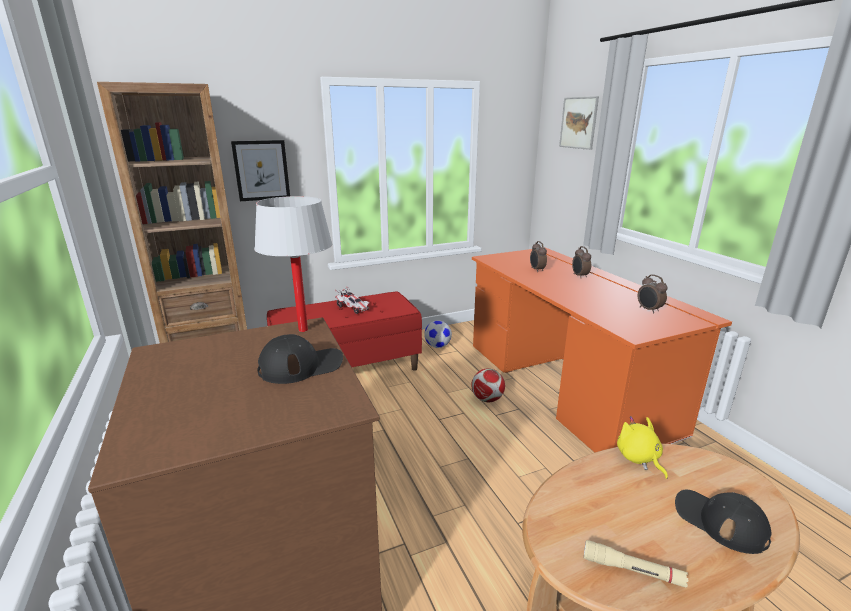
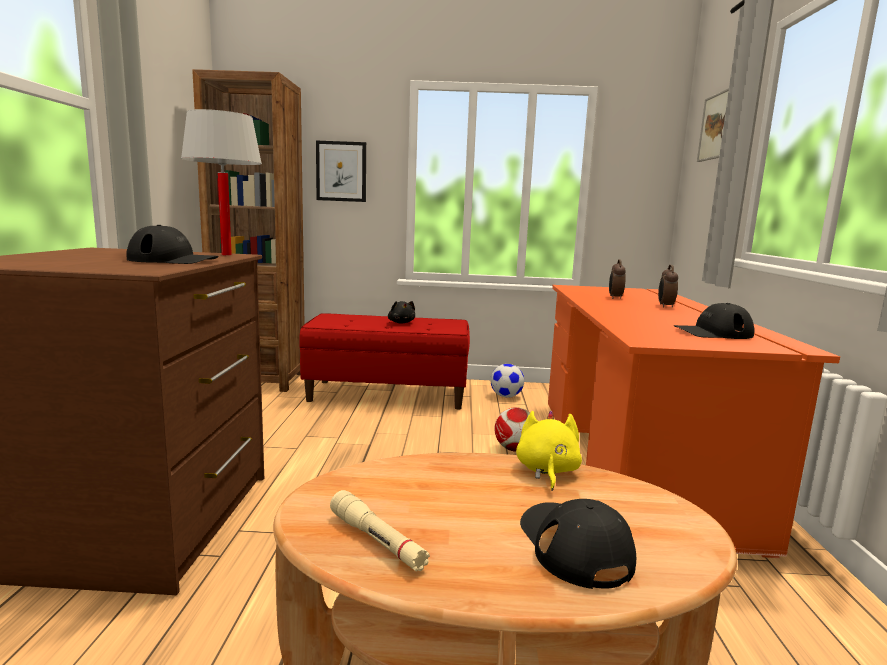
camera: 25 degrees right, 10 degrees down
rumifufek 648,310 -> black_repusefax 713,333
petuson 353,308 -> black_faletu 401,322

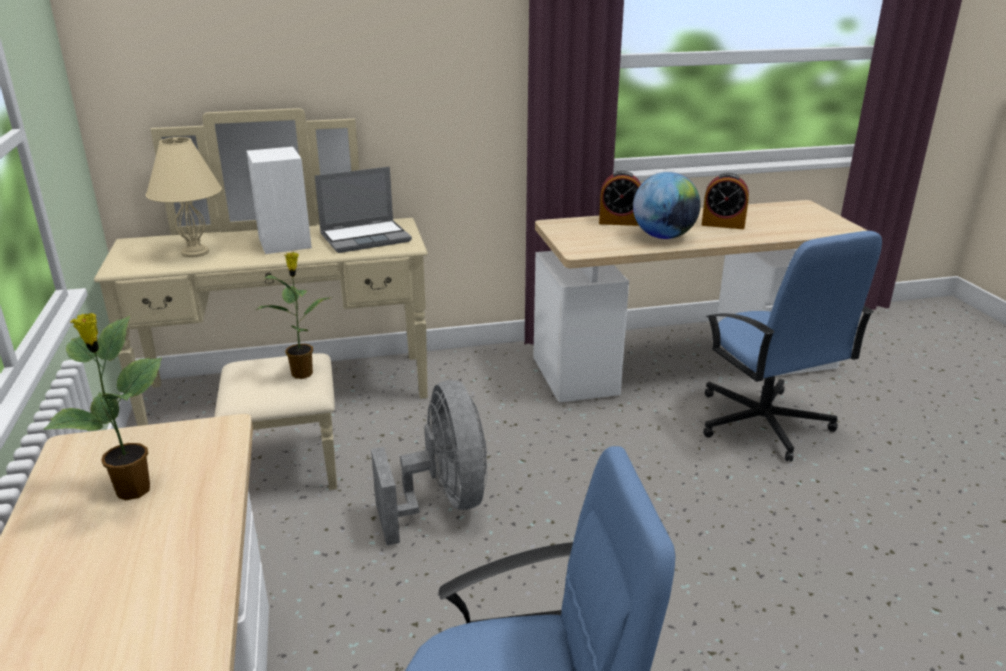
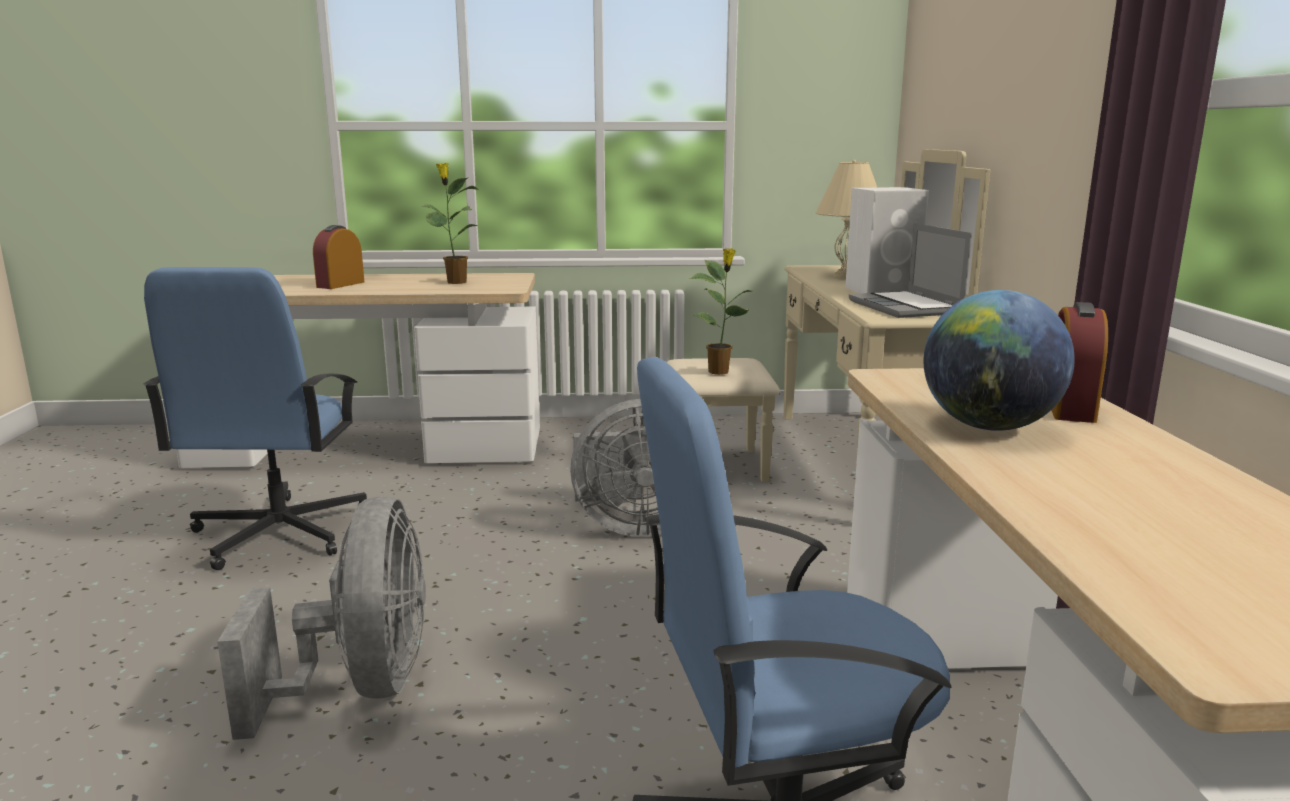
camera: 100 degrees right, 10 degrees down
rumifufek 723,224 -> rumifufek 340,284, relocated
none -> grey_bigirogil 362,686

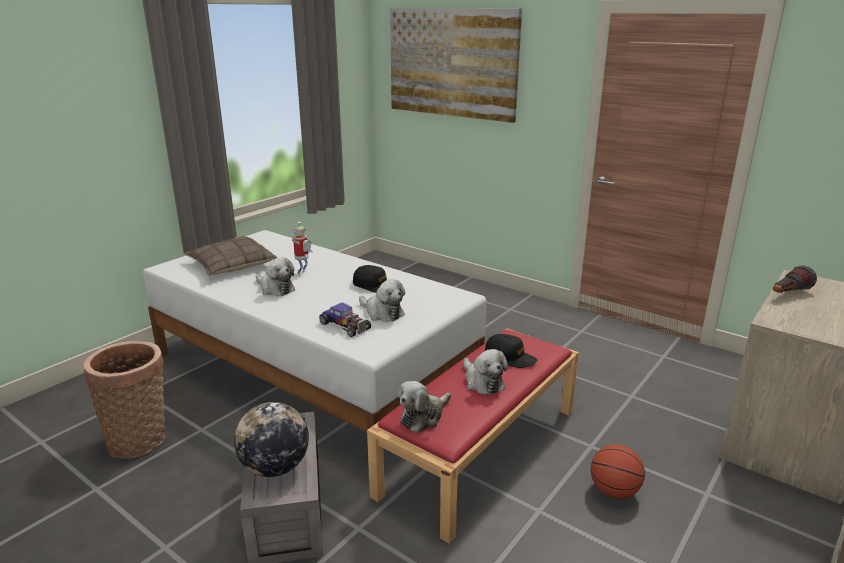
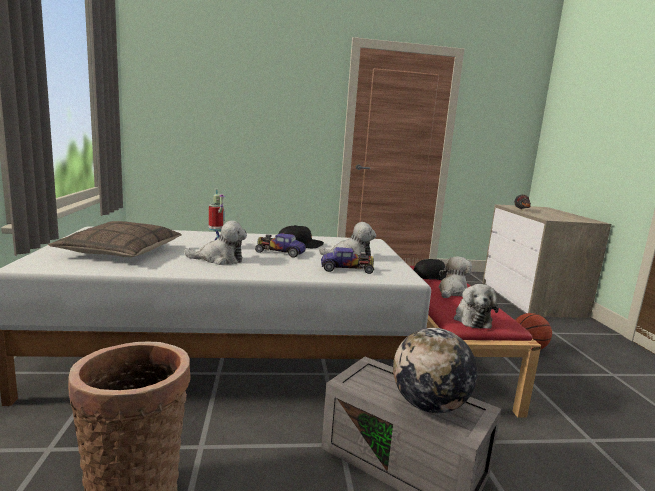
camera: 45 degrees left, 10 degrees down
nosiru 452,63 -> none
faletu 482,382 -> faletu 452,292, 75 degrees counterclockwise
none -> petuson 280,252

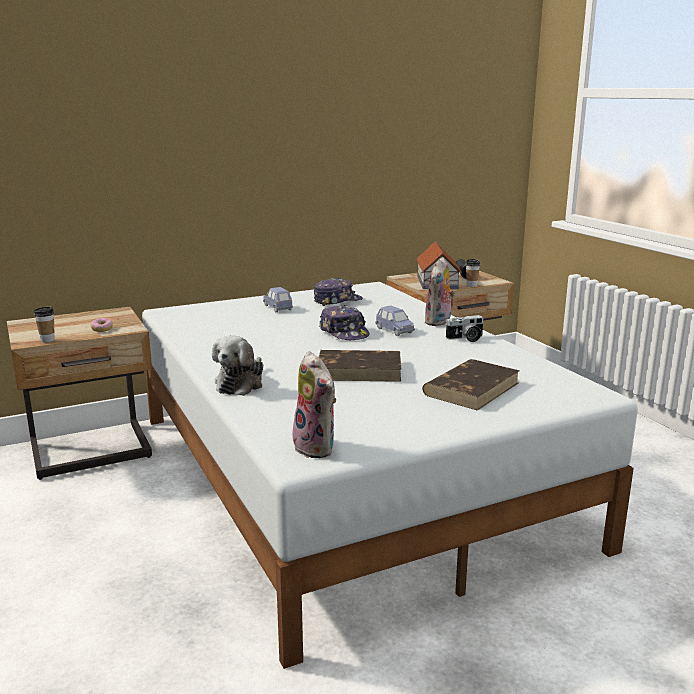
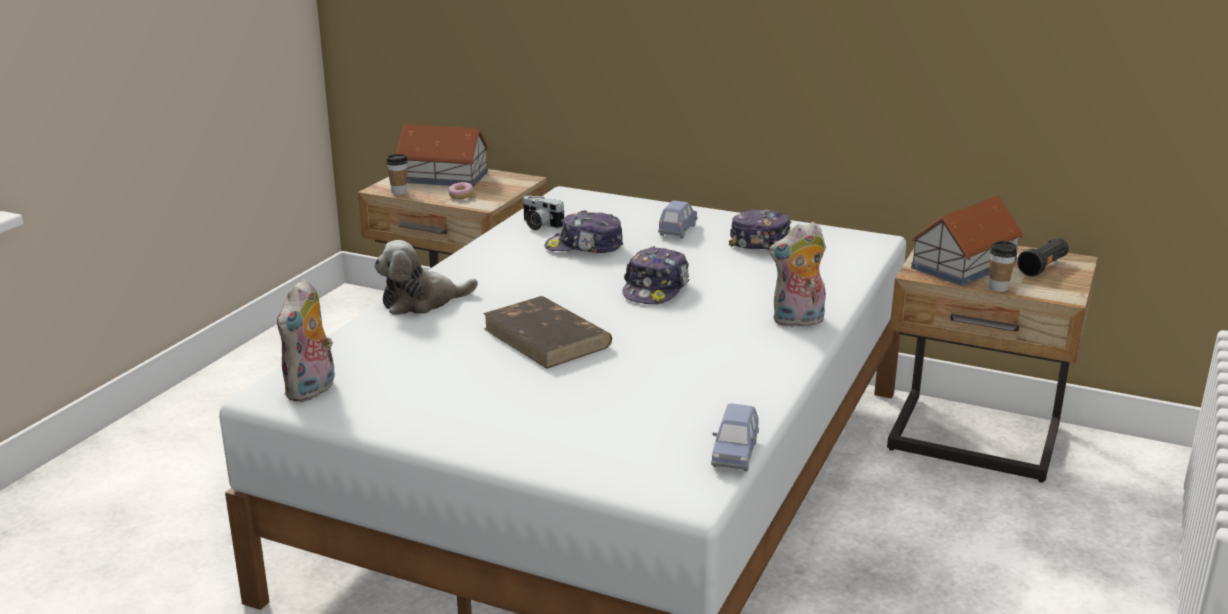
camera: 50 degrees right, 5 degrees up
blue_petuson 394,330 -> blue_petuson 735,454, relocated
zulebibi 466,339 -> zulebibi 539,225, relocated
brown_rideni 472,388 -> none
none -> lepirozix 444,177
none -> repusefax 584,247

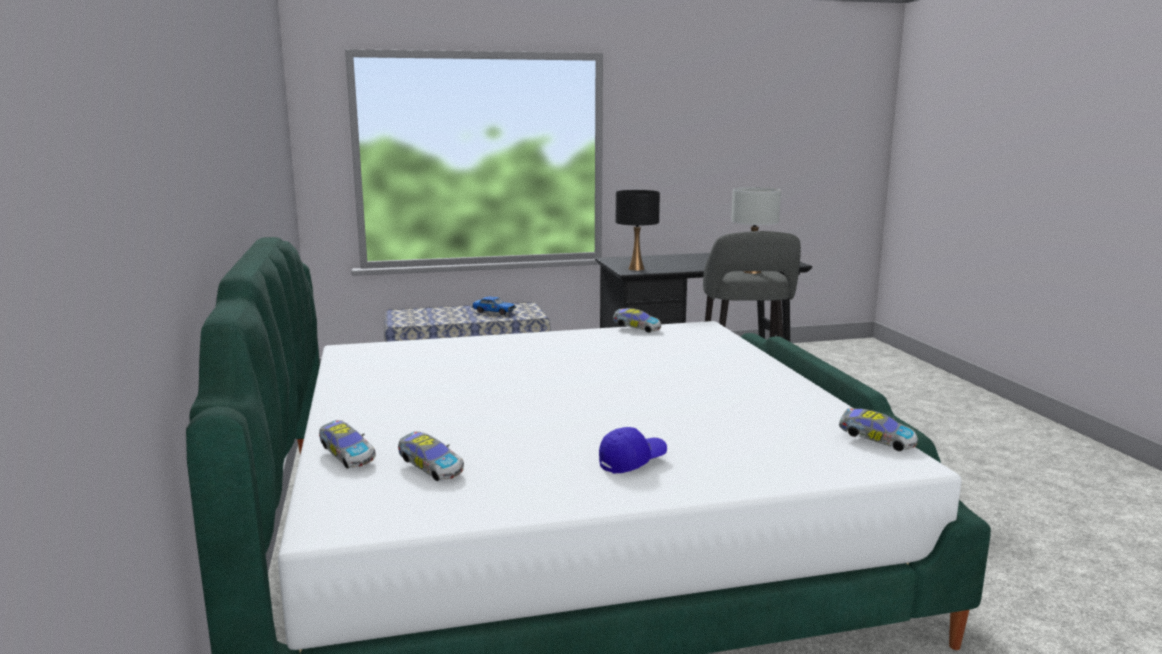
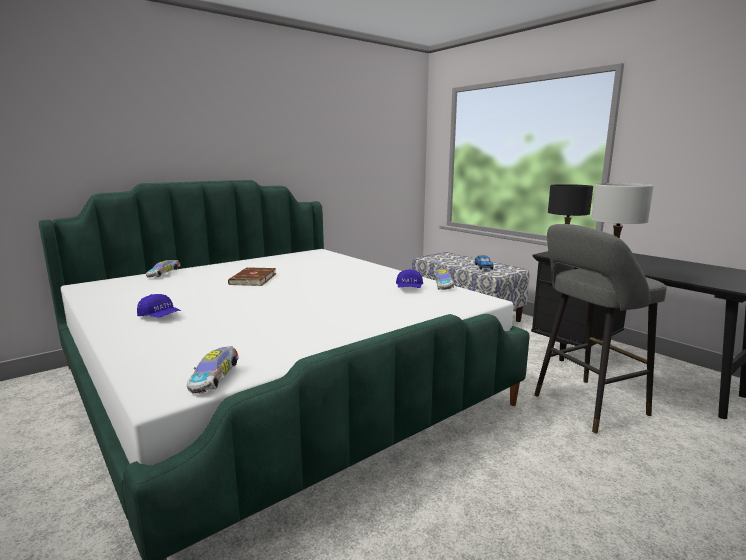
camera: 65 degrees right, 0 degrees up
petuson 429,468 -> none
none -> brown_rideni 252,279
none -> blue_repusefax 409,289

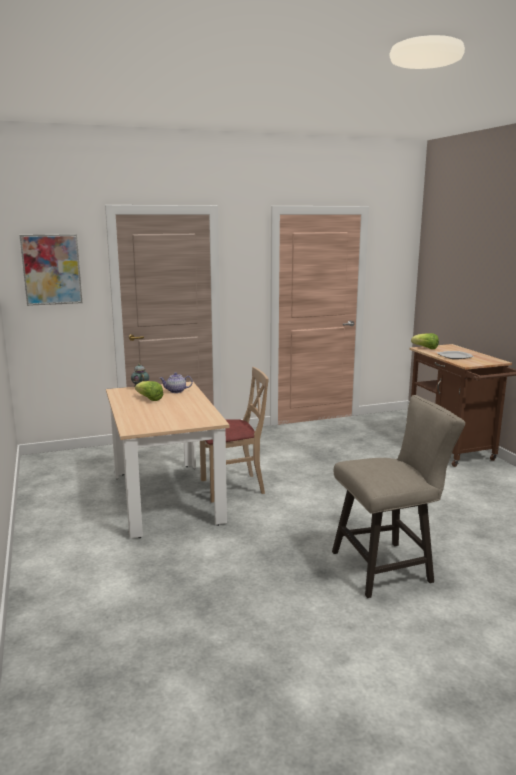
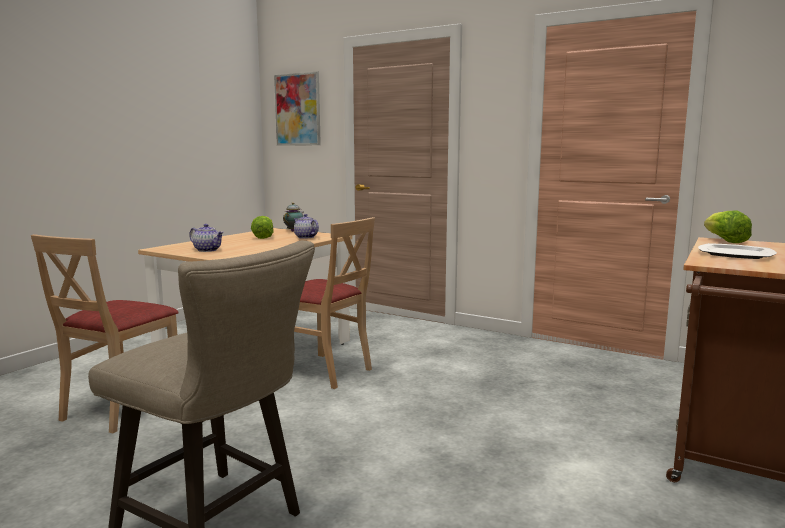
camera: 50 degrees right, 5 degrees down
none -> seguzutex 208,250
none -> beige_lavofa 120,408

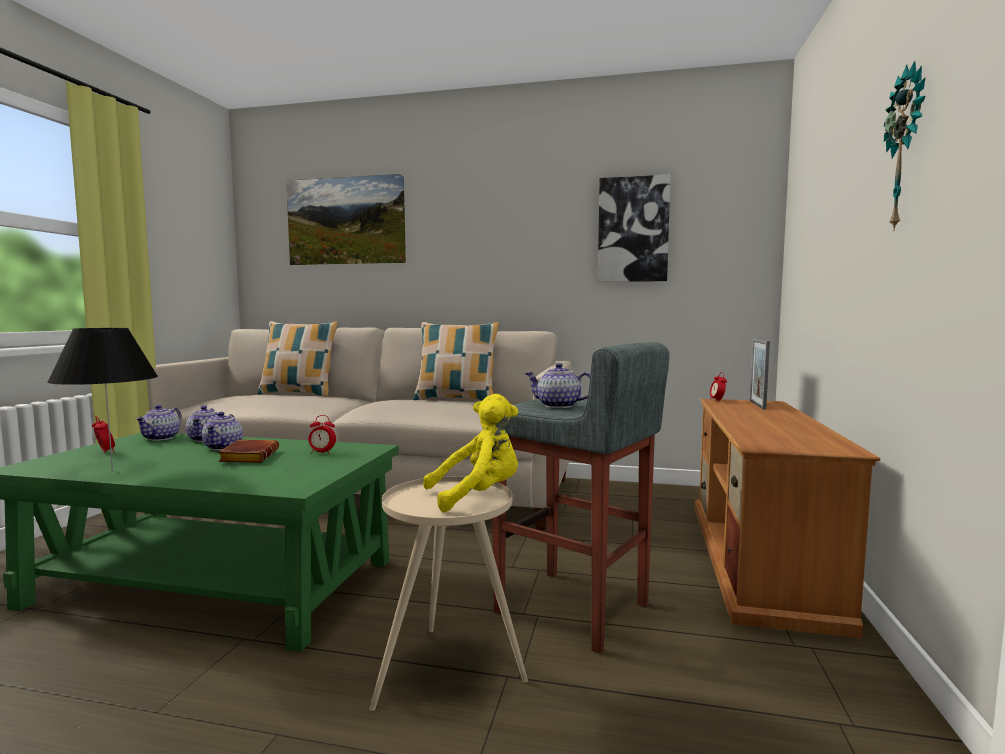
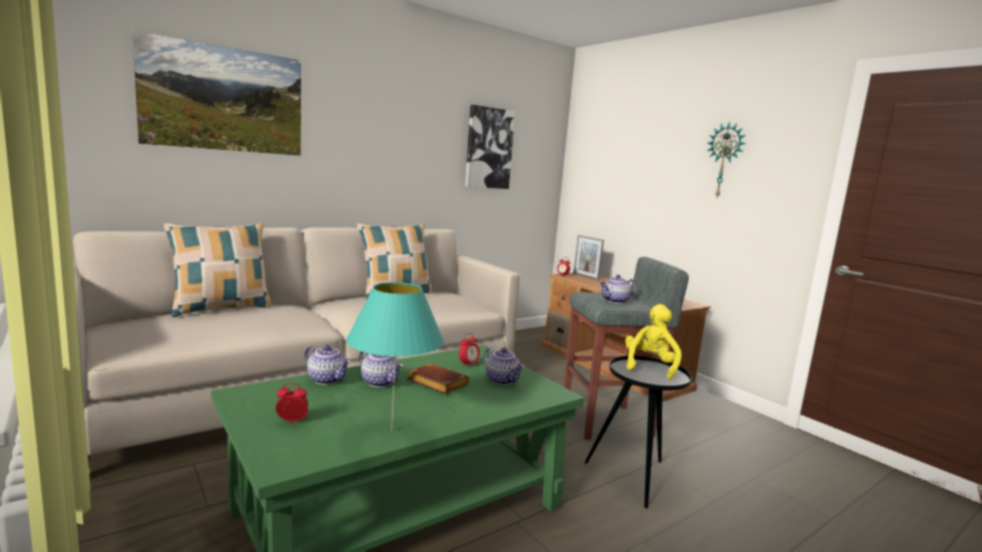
camera: 50 degrees left, 5 degrees up
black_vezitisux 112,471 -> turquoise_vezitisux 392,431
seguzutex 161,438 -> seguzutex 502,380, relocated
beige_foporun 449,674 -> black_foporun 634,476

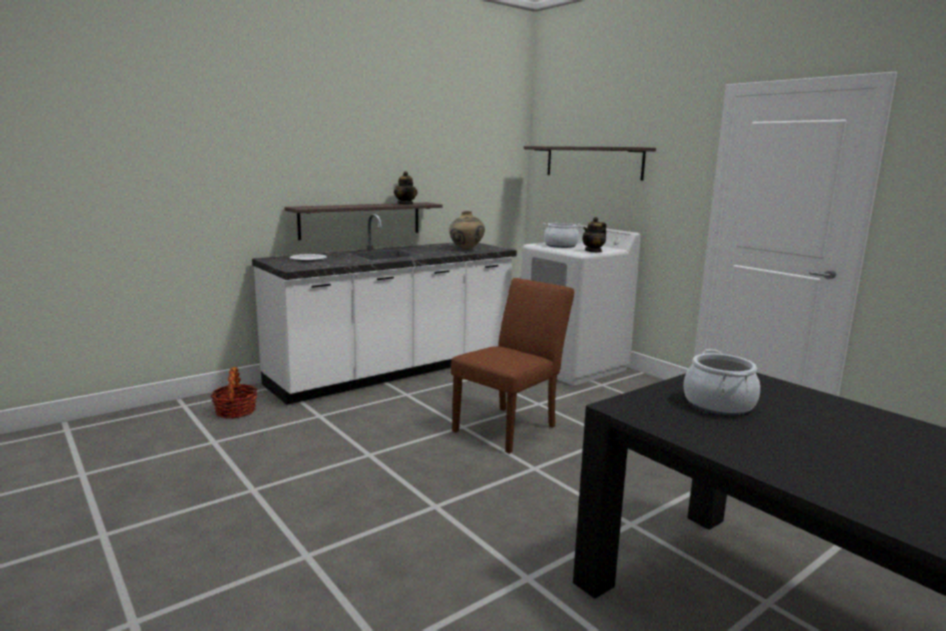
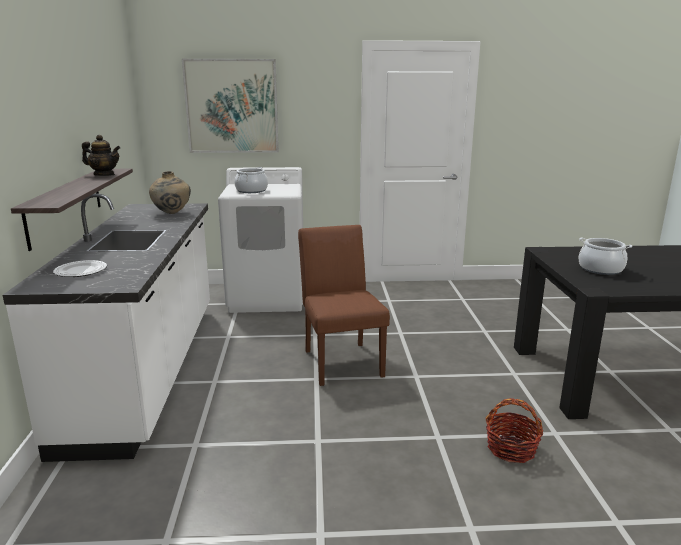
camera: 55 degrees left, 5 degrees up
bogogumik 593,162 -> nosiru 232,106
seguzutex 593,251 -> none
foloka 235,411 -> foloka 511,449, relocated

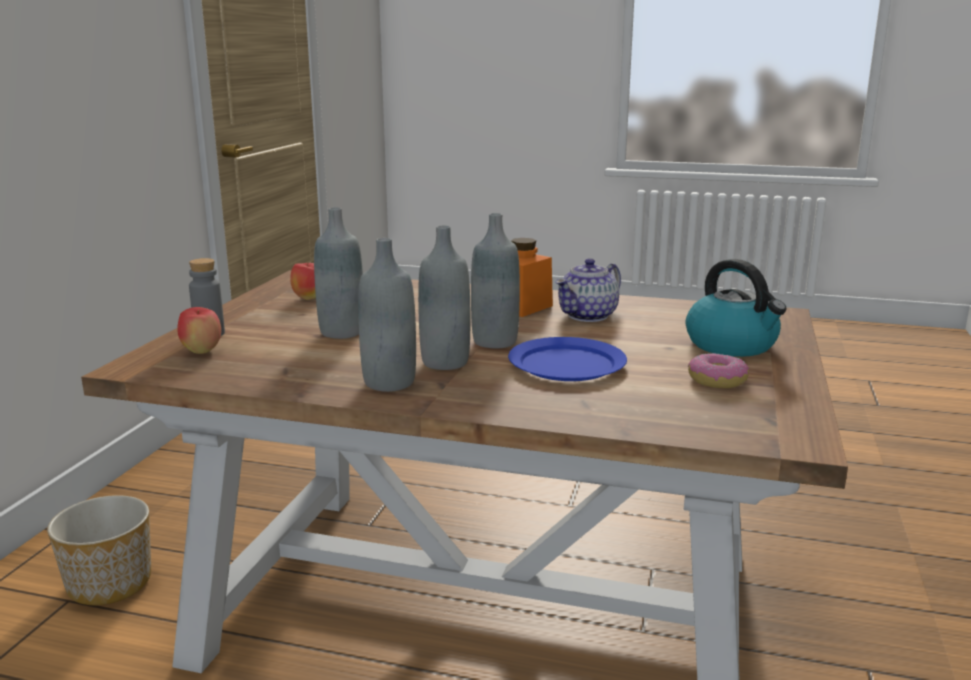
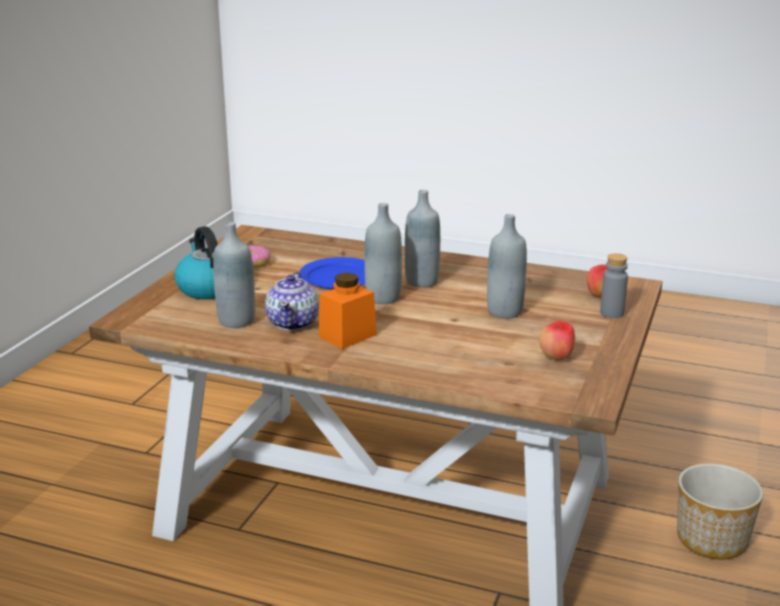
camera: 175 degrees left, 5 degrees up
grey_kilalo 389,383 -> grey_kilalo 236,321, relocated
seguzutex 588,316 -> seguzutex 293,323, 135 degrees clockwise

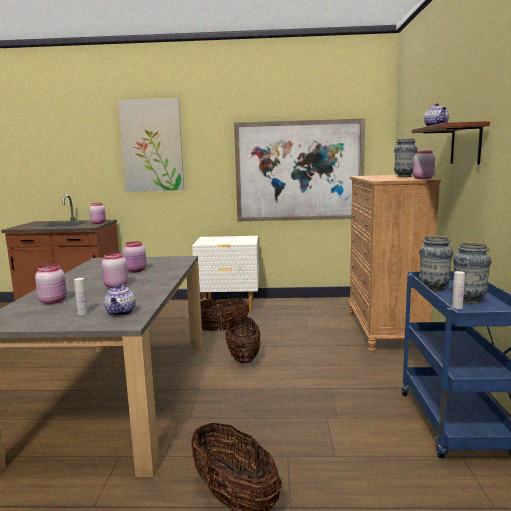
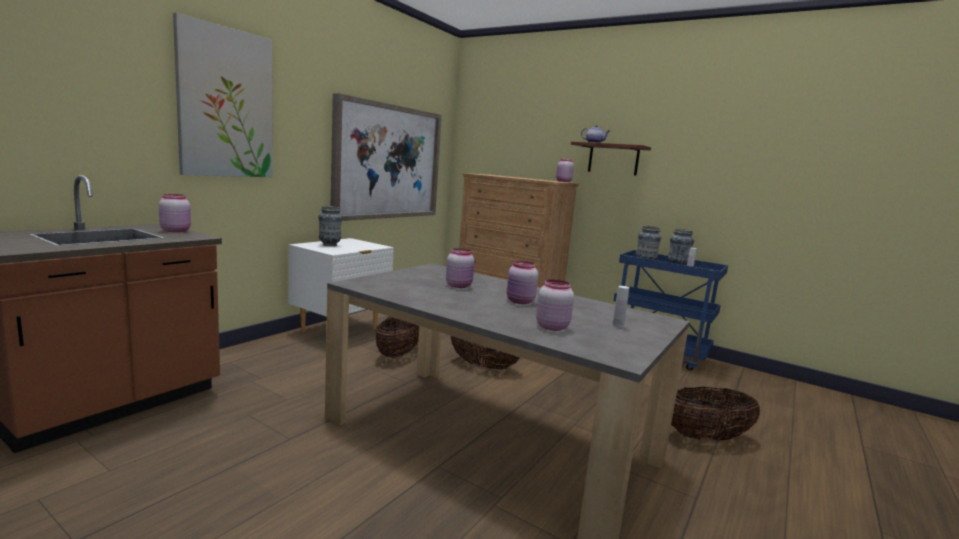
camera: 60 degrees left, 0 degrees up
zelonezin 404,176 -> zelonezin 329,245, relocated
seguzutex 121,313 -> none

